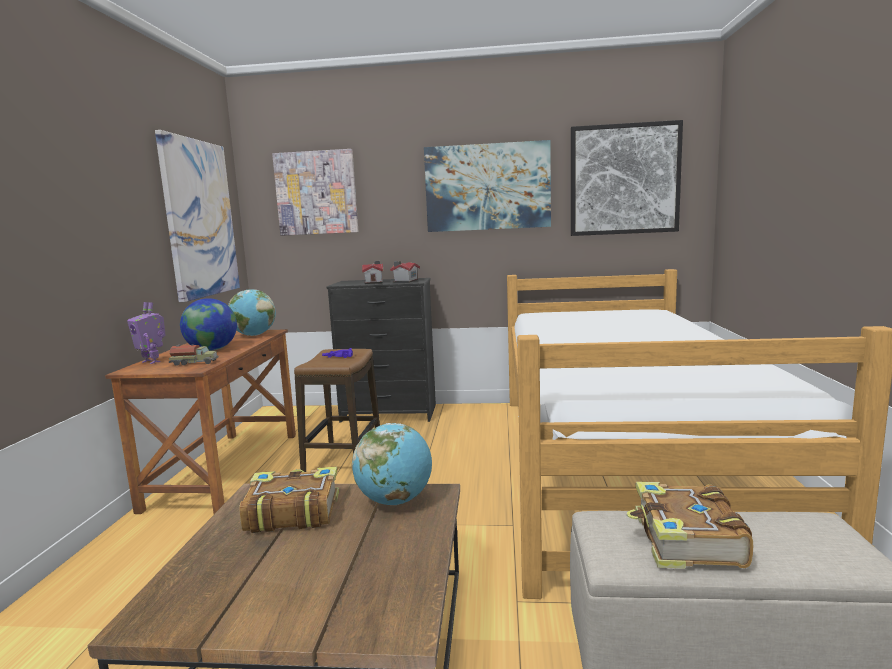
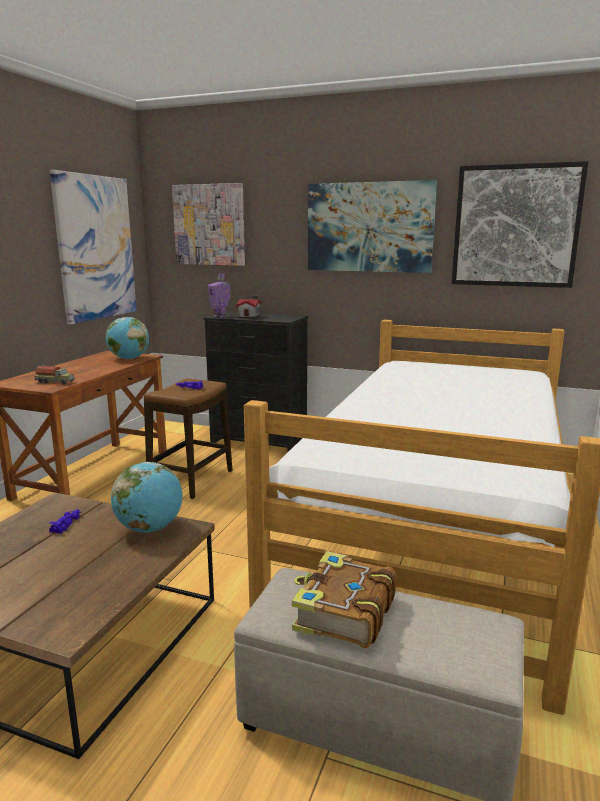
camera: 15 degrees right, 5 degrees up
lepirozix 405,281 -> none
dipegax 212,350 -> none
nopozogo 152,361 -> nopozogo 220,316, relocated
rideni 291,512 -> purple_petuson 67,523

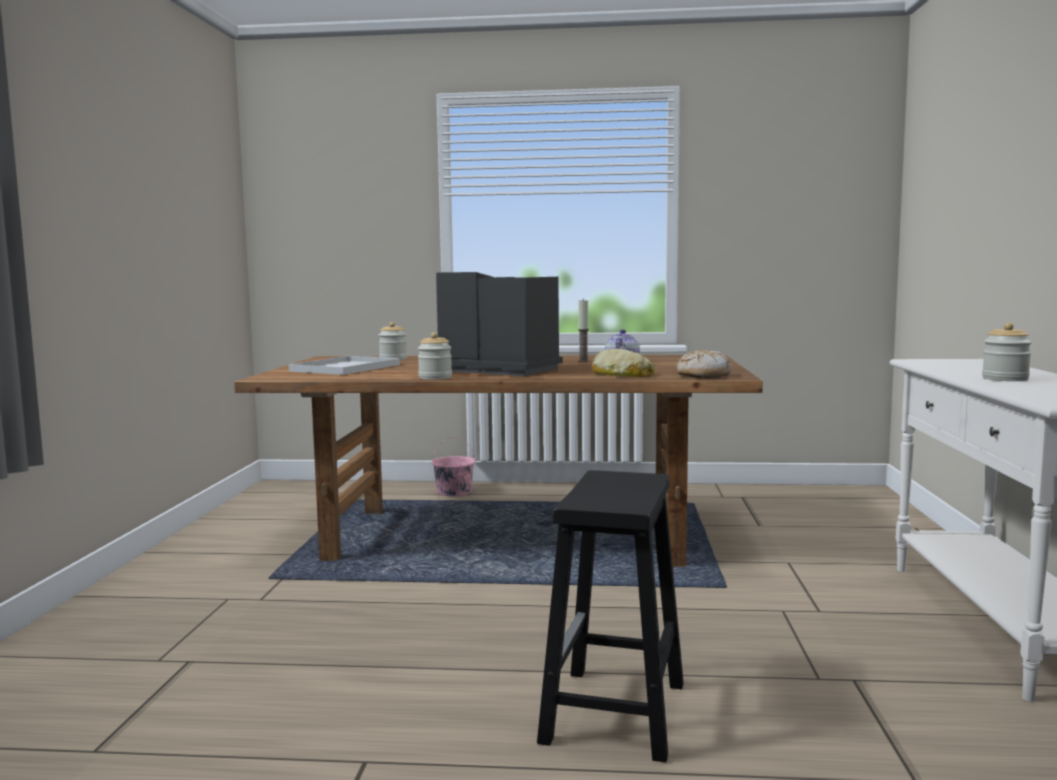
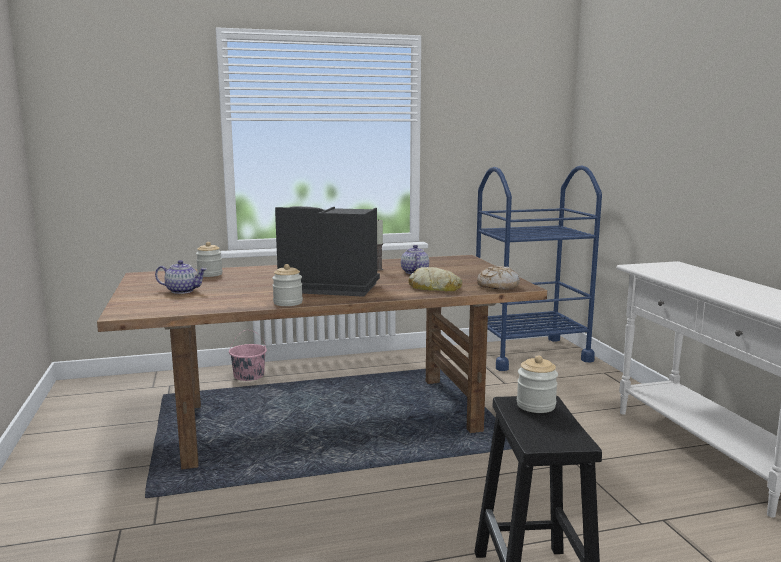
camera: 20 degrees left, 5 degrees up
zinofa 1005,379 -> zinofa 536,405, relocated
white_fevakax 346,367 -> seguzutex 183,291
none -> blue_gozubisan 529,353

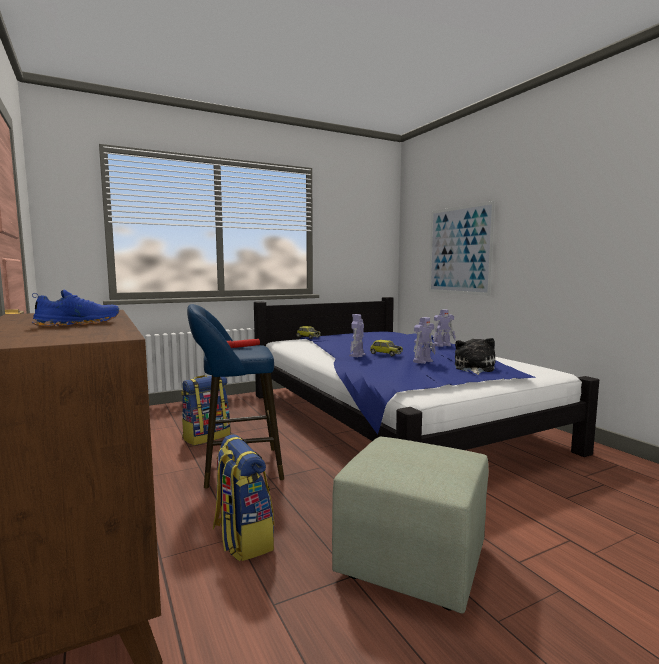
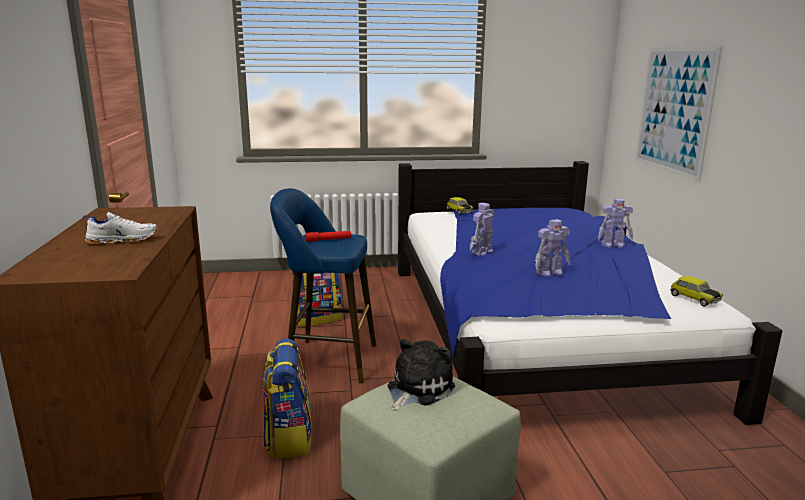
camera: 20 degrees right, 10 degrees up
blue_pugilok 78,324 -> white_pugilok 122,240
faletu 474,368 -> faletu 417,389, relocated
petuson 385,354 -> petuson 693,299, relocated

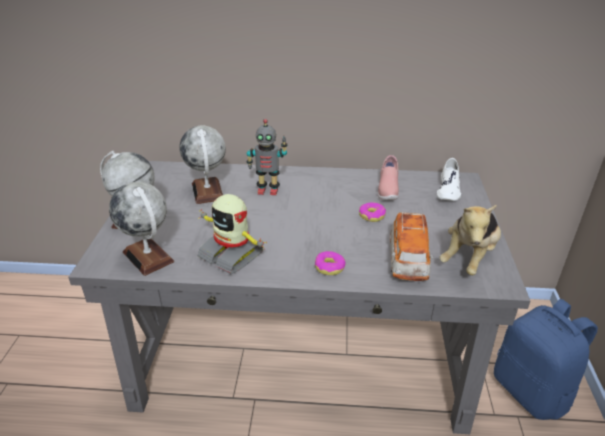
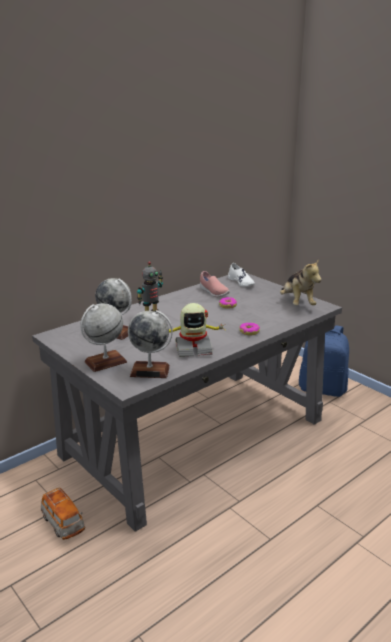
camera: 45 degrees left, 10 degrees down
petuson 408,261 -> petuson 63,524, relocated

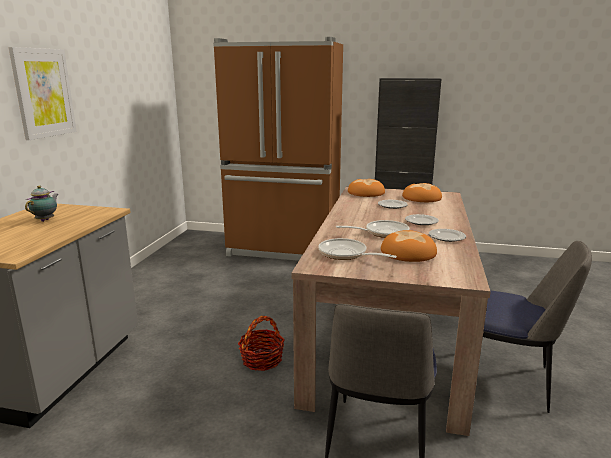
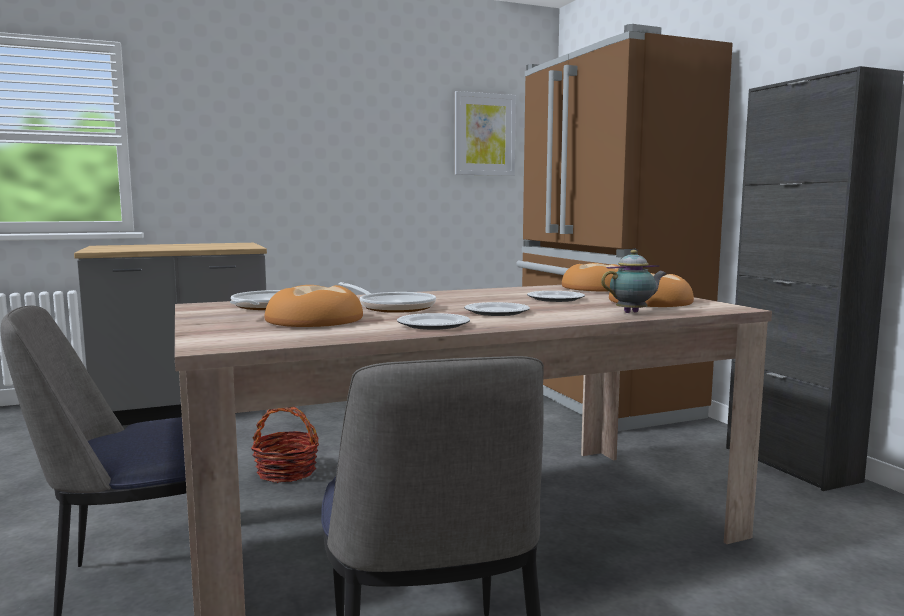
camera: 55 degrees right, 10 degrees down
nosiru 43,93 -> nosiru 484,134, relocated
seguzutex 46,220 -> seguzutex 633,312, relocated

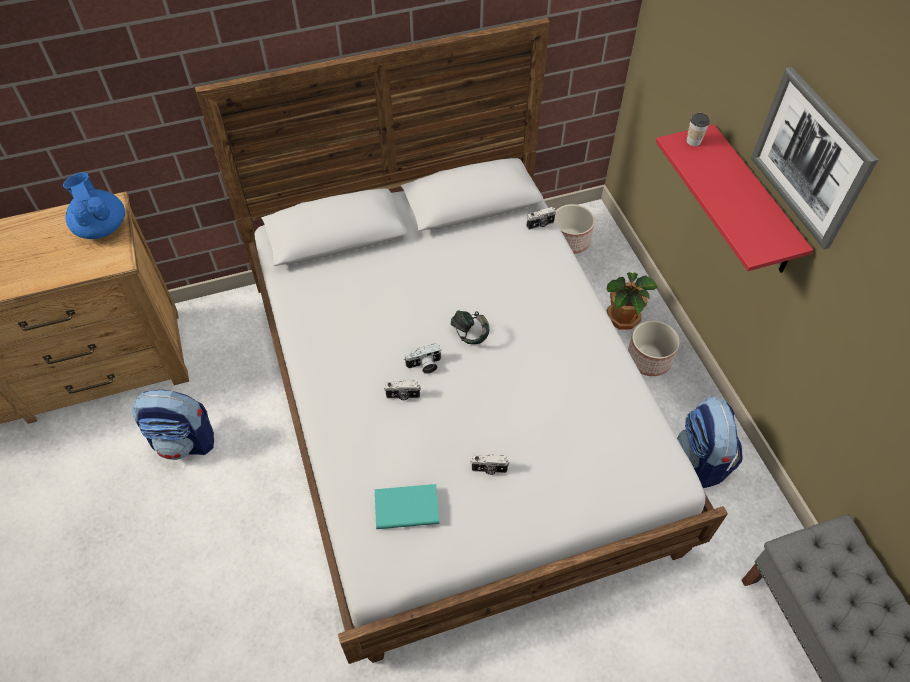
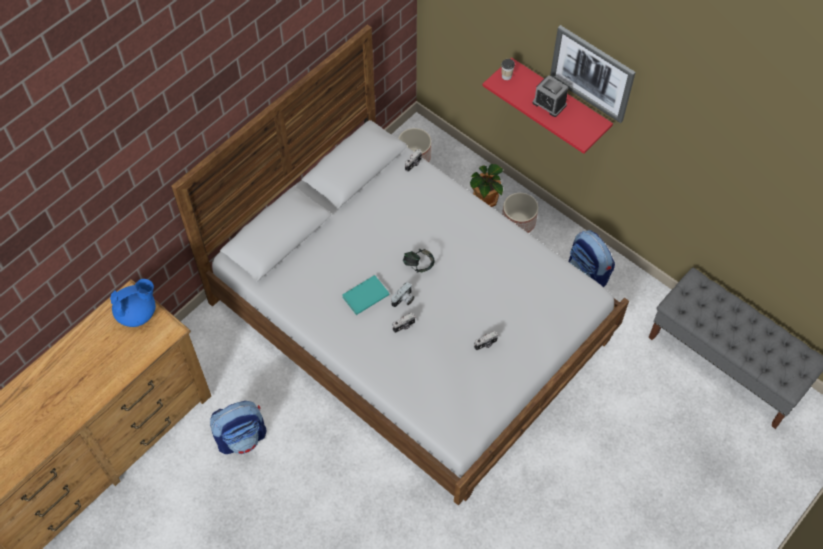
camera: 30 degrees left, 5 degrees up
blue_seguzutex 101,227 -> blue_seguzutex 137,313, 120 degrees clockwise
turquoise_rideni 405,506 -> turquoise_rideni 364,295, relocated
none -> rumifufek 549,104

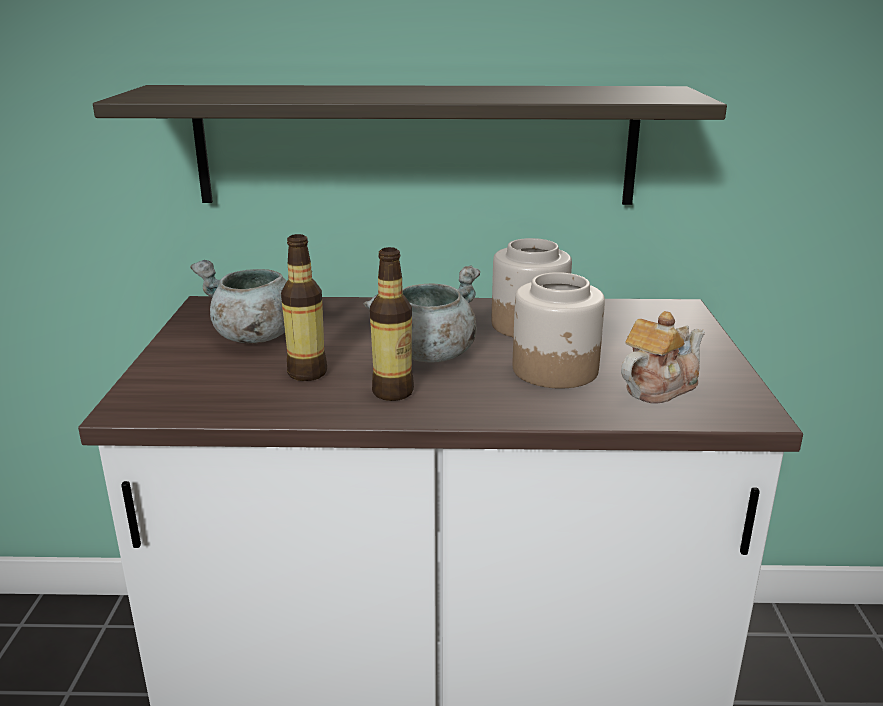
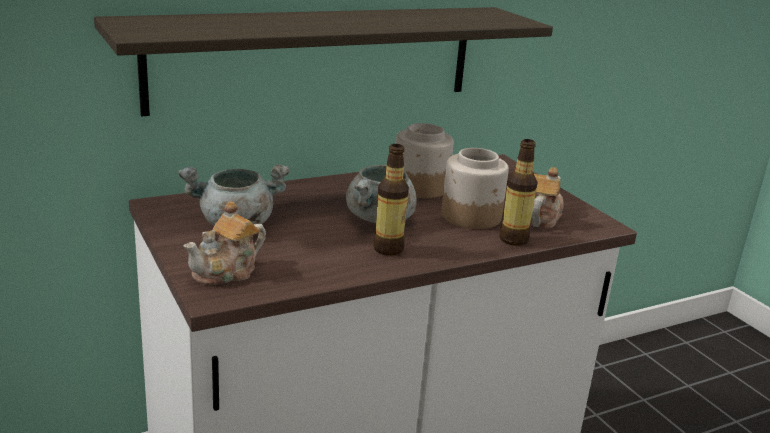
camera: 30 degrees left, 0 degrees up
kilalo 307,373 -> kilalo 513,239, relocated
none -> seguzutex 227,272

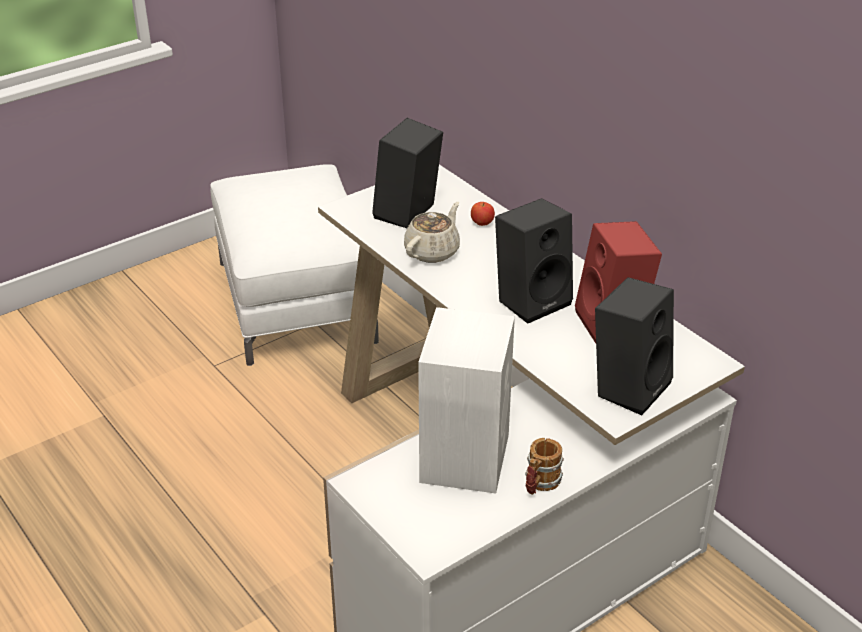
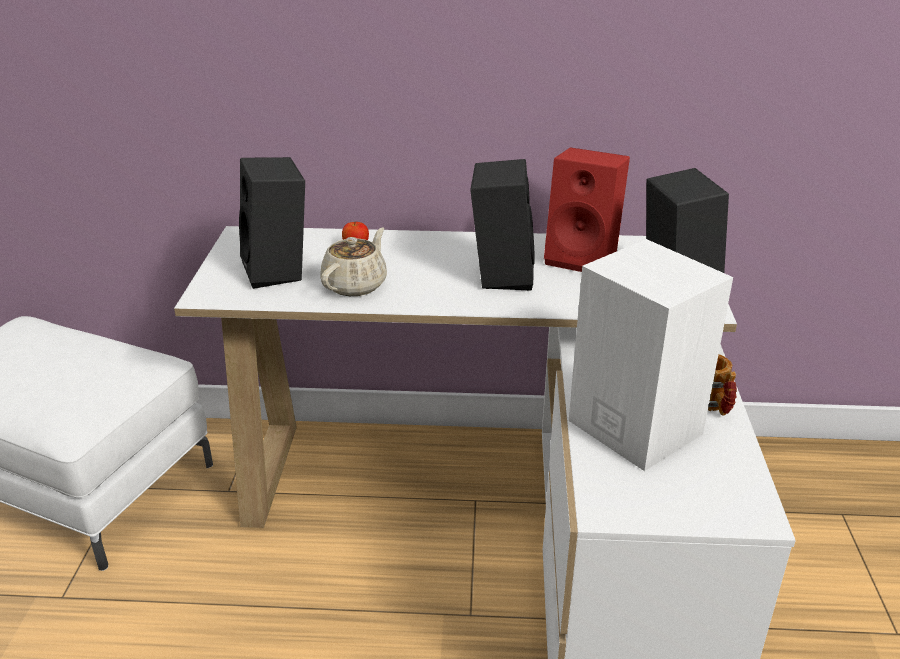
camera: 50 degrees left, 5 degrees down
beige_seguzutex 433,251 -> beige_seguzutex 355,285, 45 degrees clockwise

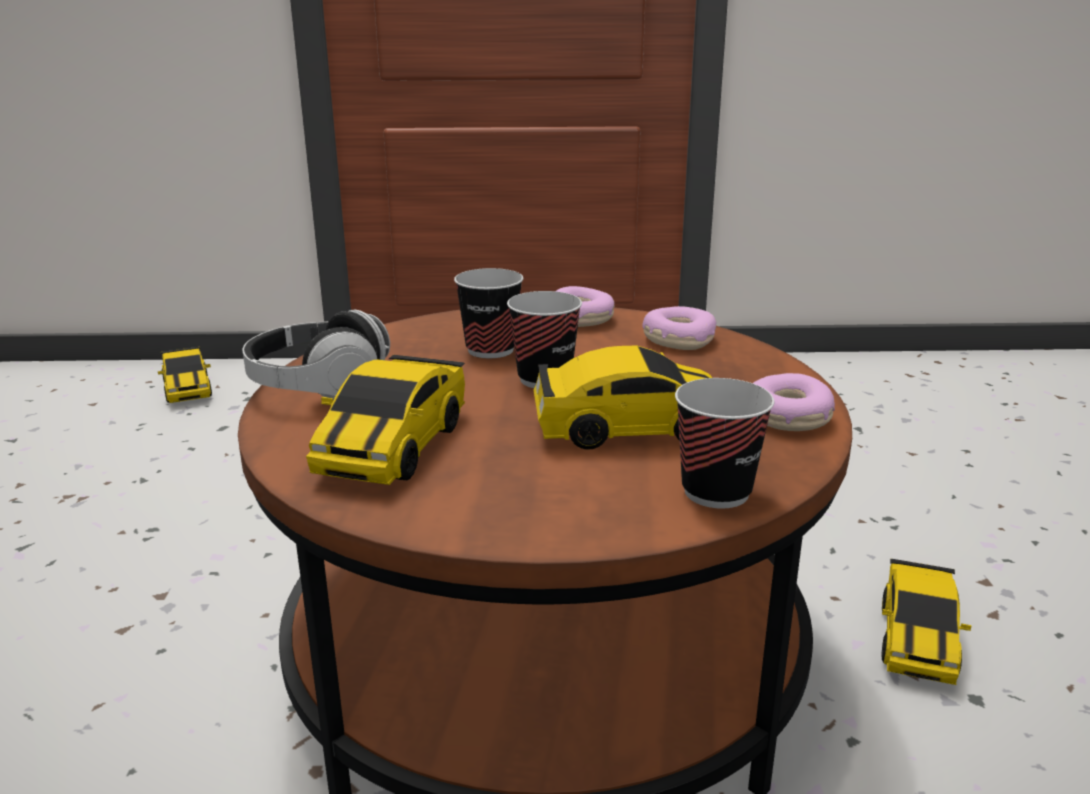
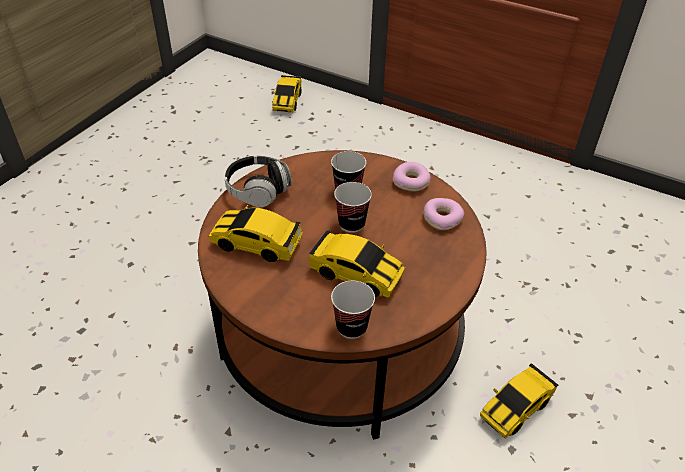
camera: 30 degrees right, 20 degrees up
petuson 394,446 -> petuson 256,244, 60 degrees clockwise
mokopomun 788,418 -> none

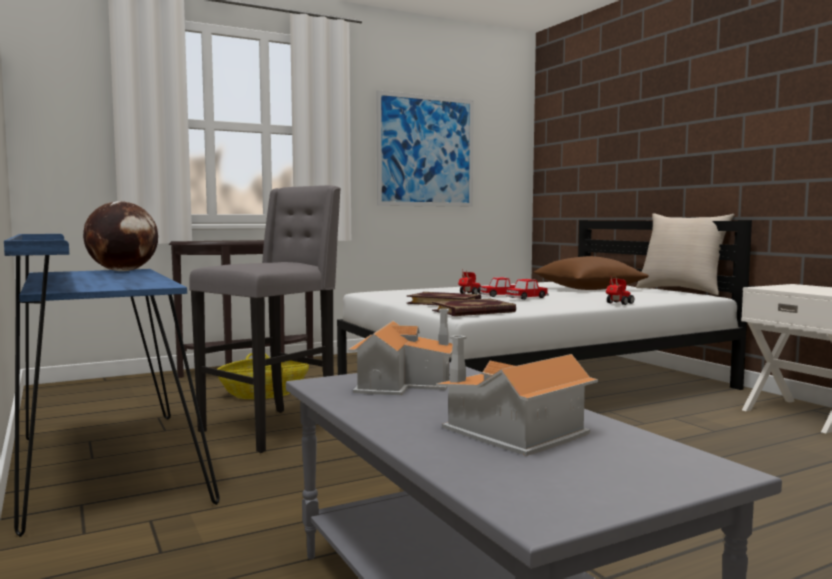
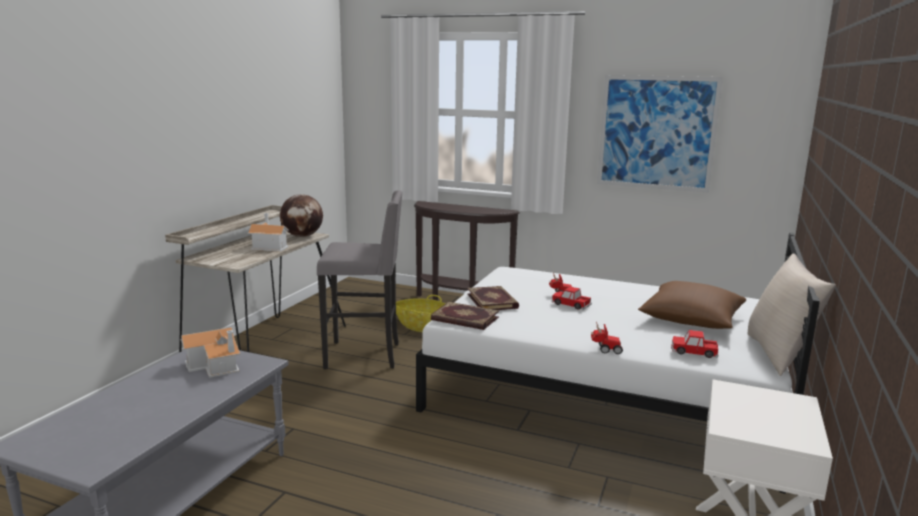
camera: 50 degrees right, 10 degrees up
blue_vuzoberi 104,467 -> beige_vuzoberi 264,347
petuson 526,297 -> petuson 693,352, relocated
lepirozix 511,433 -> lepirozix 269,246, relocated

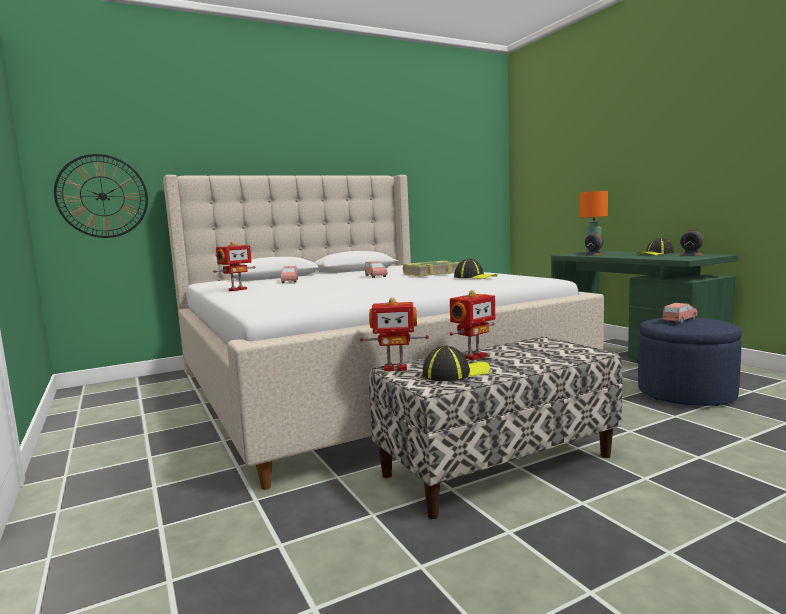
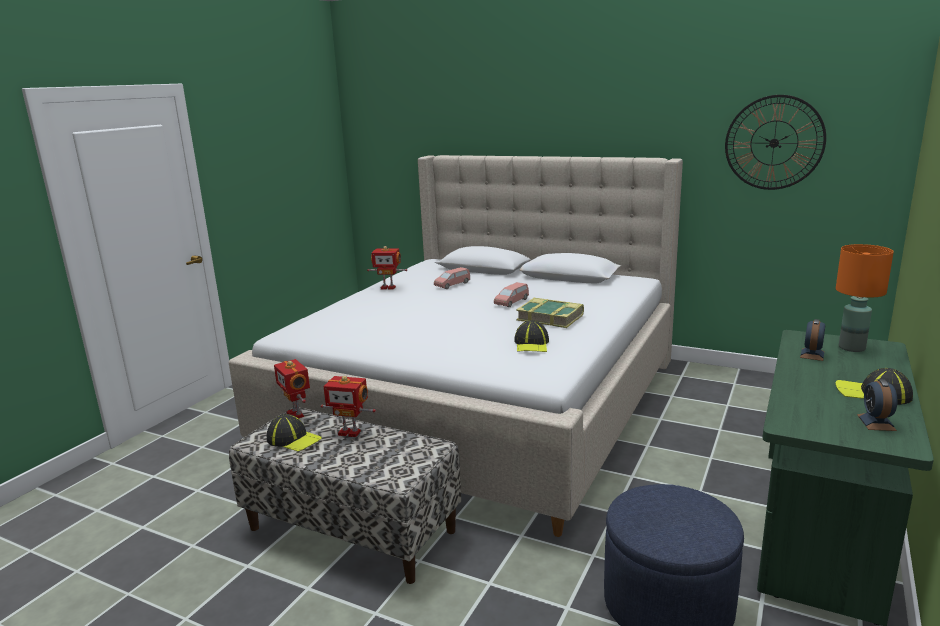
camera: 55 degrees right, 10 degrees up
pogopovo 102,196 -> pogopovo 774,143, relocated
pink_petuson 679,320 -> none

